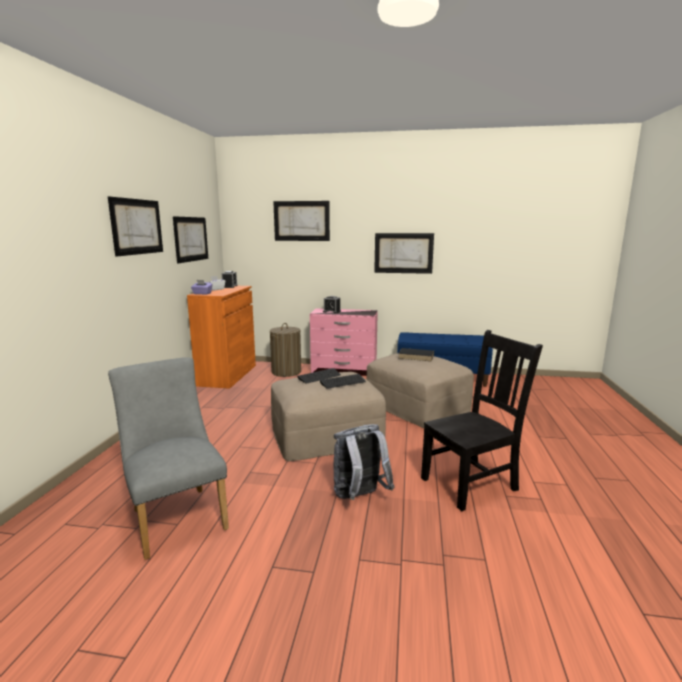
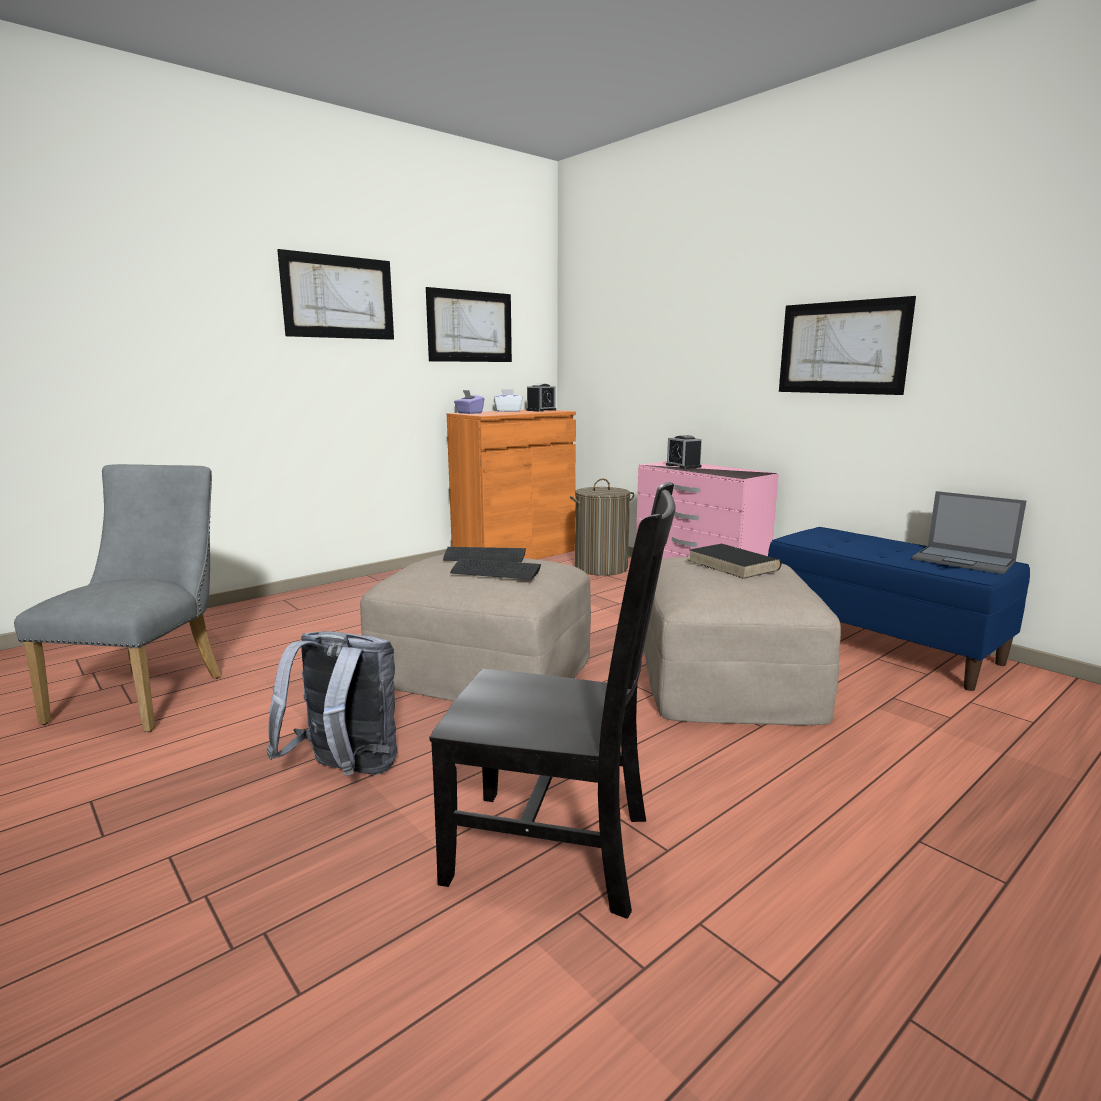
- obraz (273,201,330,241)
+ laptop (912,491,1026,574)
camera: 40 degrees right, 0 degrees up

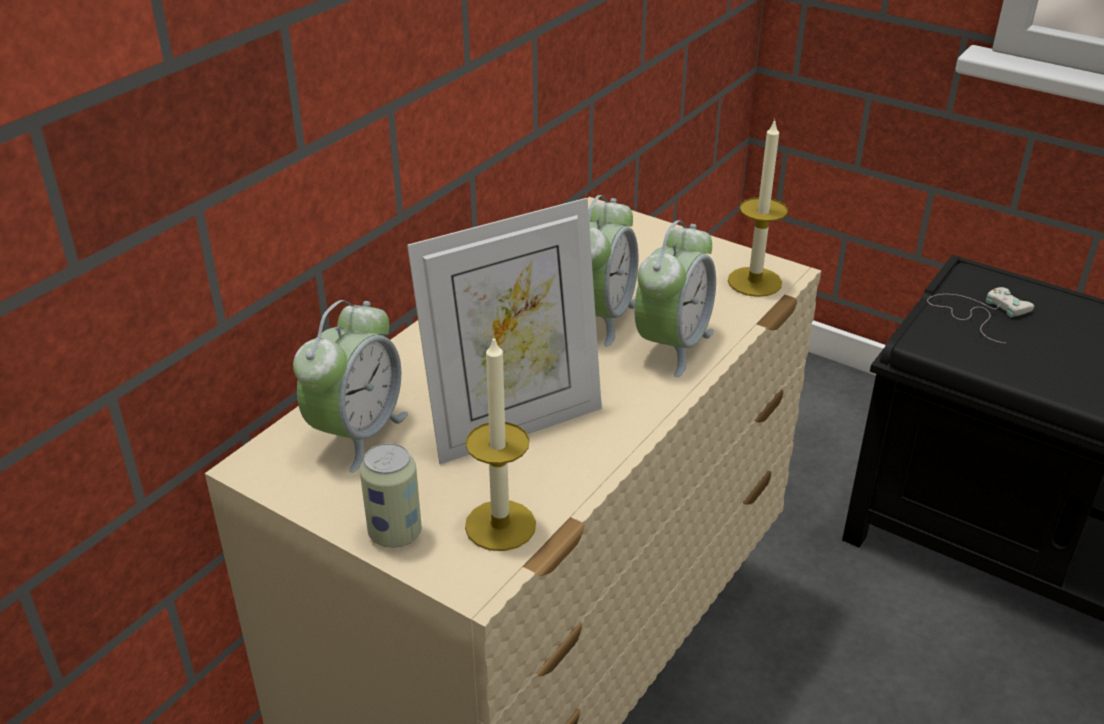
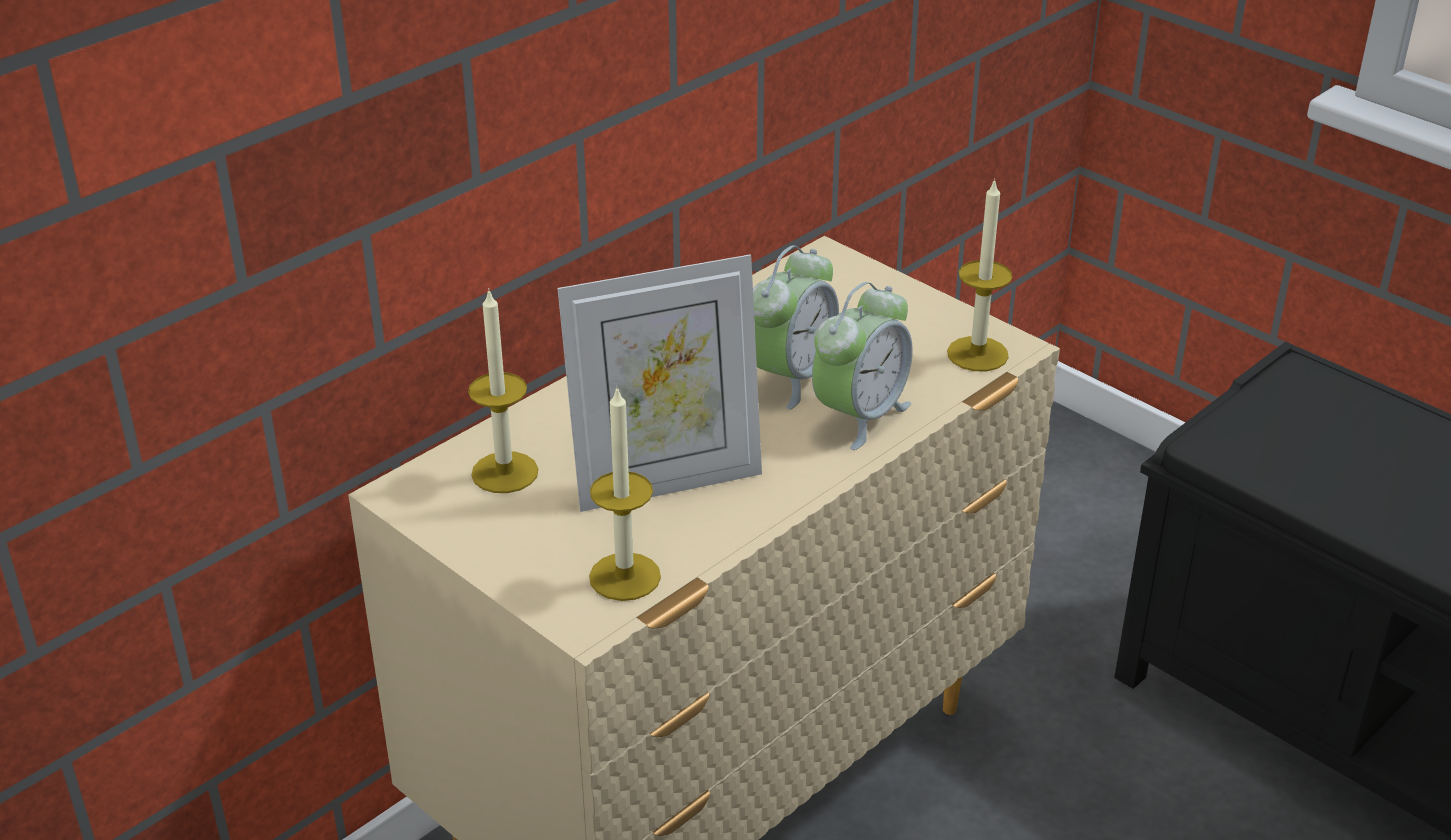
- pad do gier (biały) (927,287,1034,343)
~ budzik (293,300,408,473) to świeca (468,288,538,493)
- puszka (360,443,422,548)
camera: 10 degrees right, 0 degrees up

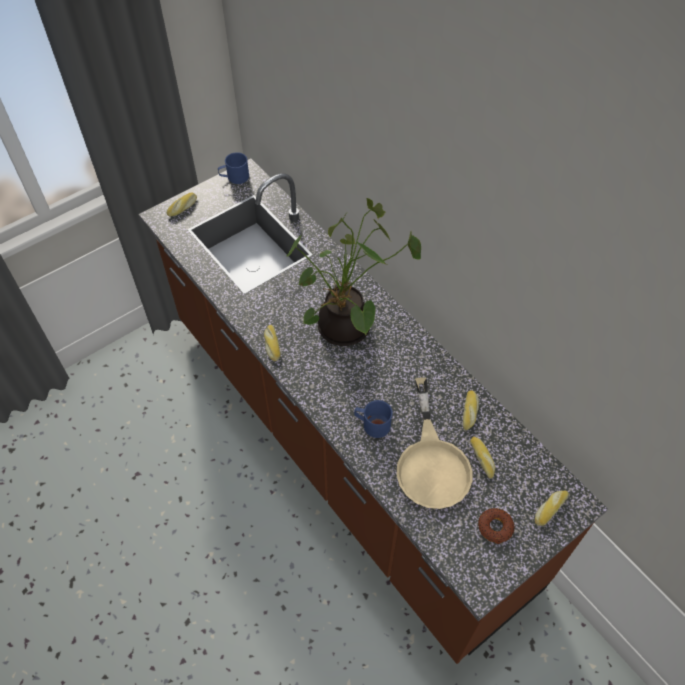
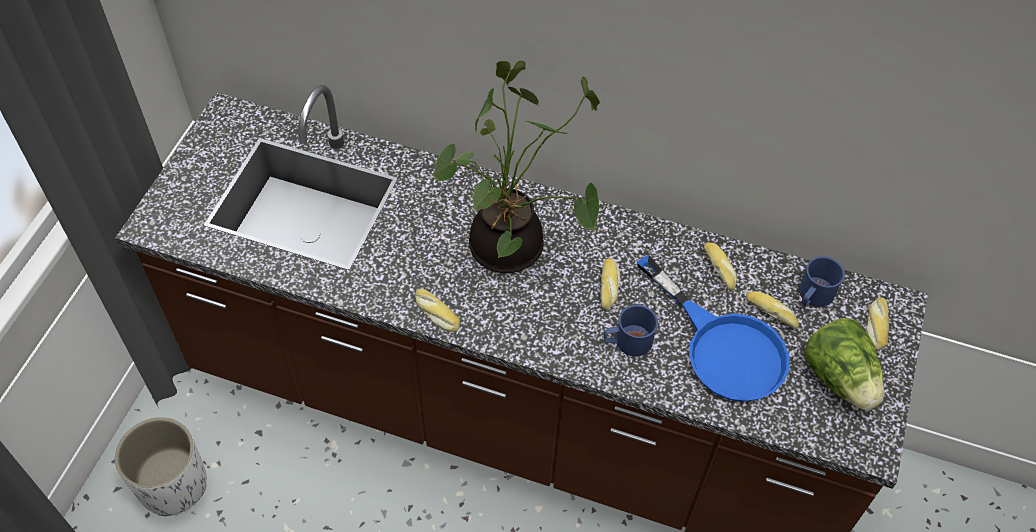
~ kubek (niebieski) (218,152,249,184) to (799,256,845,307)
~ chleb (167,192,197,216) to (601,258,621,310)
~ patelnia (beżowy) (396,378,472,509) to patelnia (niebieski) (637,255,789,402)
~ donut (478,508,515,544) to sałata (805,318,884,410)
+ donica (biały) (115,417,207,516)
camera: 35 degrees left, 0 degrees up

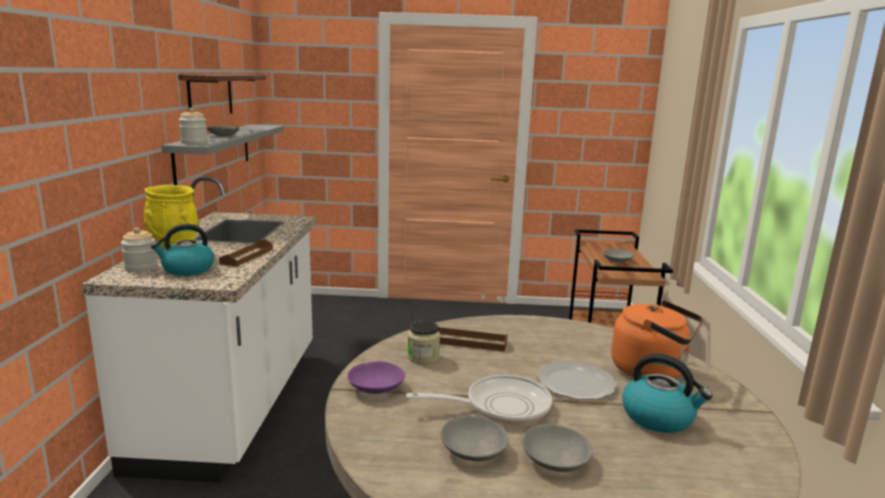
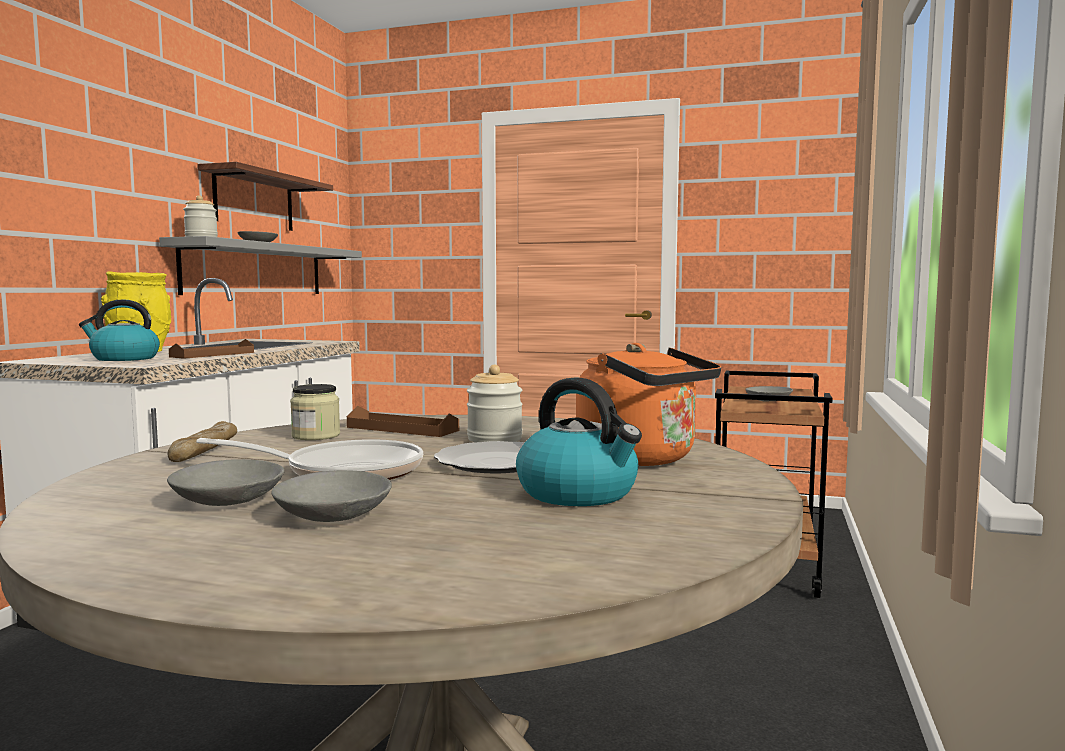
~ słoik (121,228,158,272) to (467,365,522,442)
~ miska (fioletowy) (347,361,405,394) to chleb (167,421,237,462)
camera: 15 degrees right, 10 degrees down

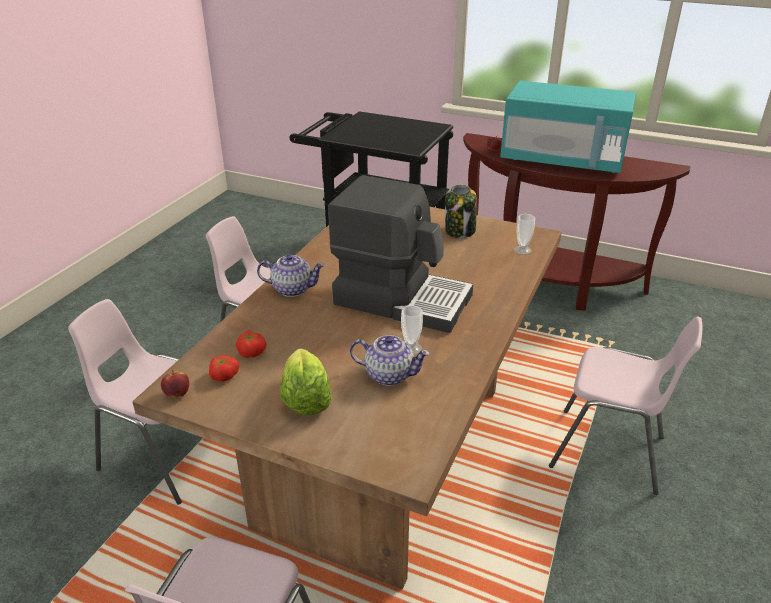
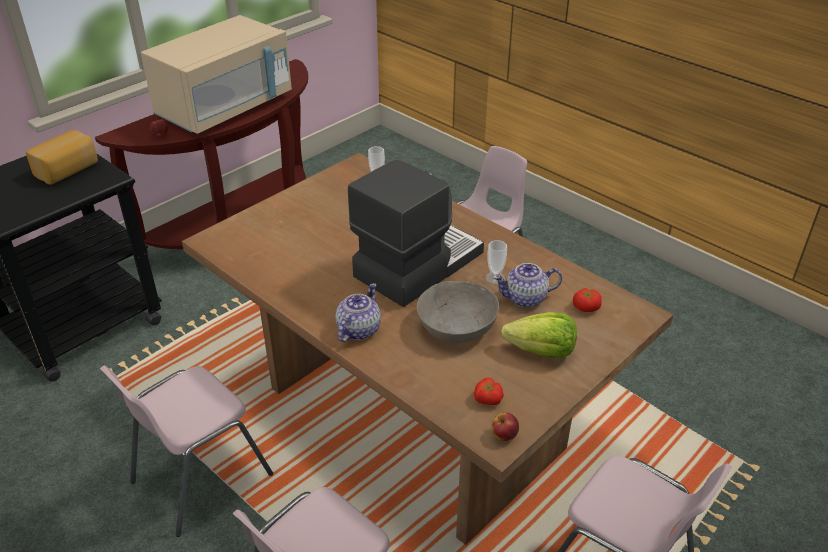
~ mikrofalówka (turkusowy) (500,81,636,173) to mikrofalówka (beżowy) (141,15,292,134)
- słoik (445,185,477,238)
~ pomidor (236,330,266,358) to (573,288,602,312)
~ imbryk (350,335,430,386) = (493,263,562,307) 135 degrees counterclockwise
+ chleb (26,130,98,185)
+ miska (szary) (417,281,499,343)
camera: 70 degrees left, 5 degrees up

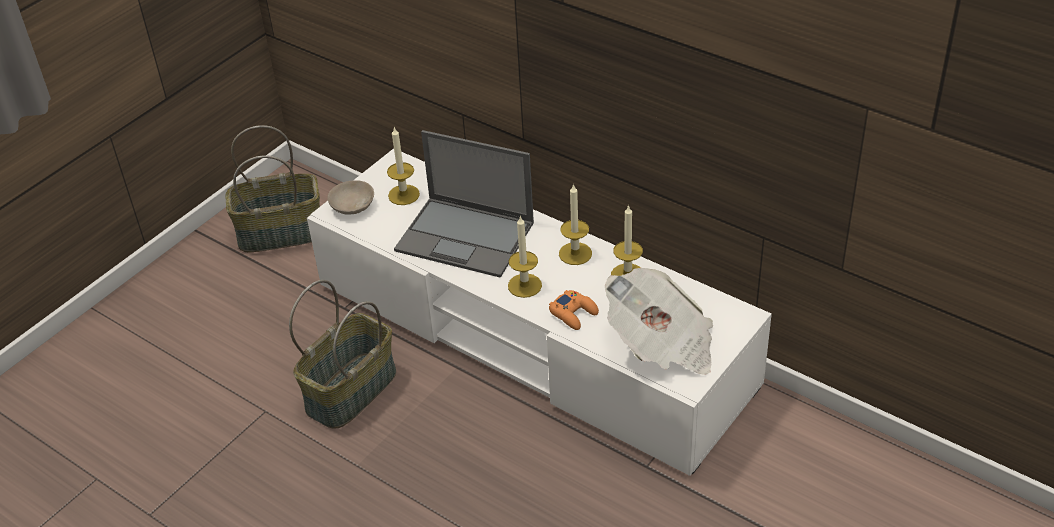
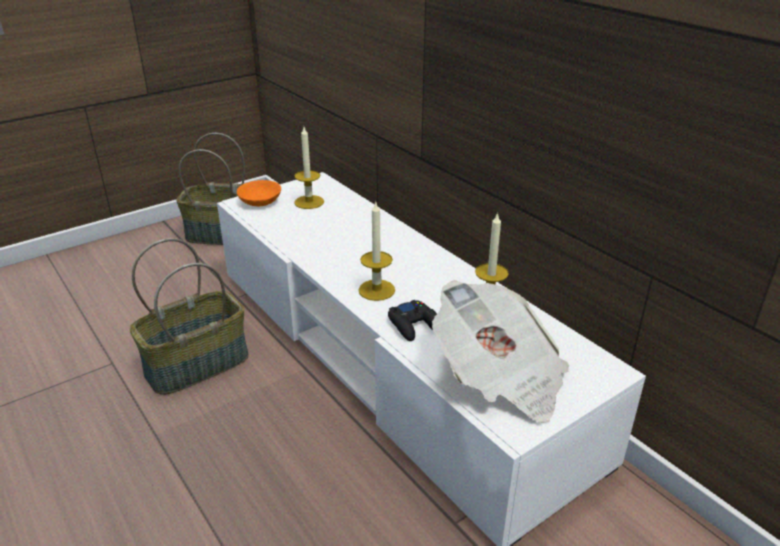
- laptop (394,130,534,278)
~ miska (beżowy) (328,180,374,215) to miska (pomarańczowy) (237,180,281,207)
- świeca (559,183,592,265)
~ pad do gier (pomarańczowy) (549,290,599,330) to pad do gier (czarny) (388,300,437,341)
camera: 15 degrees right, 10 degrees down

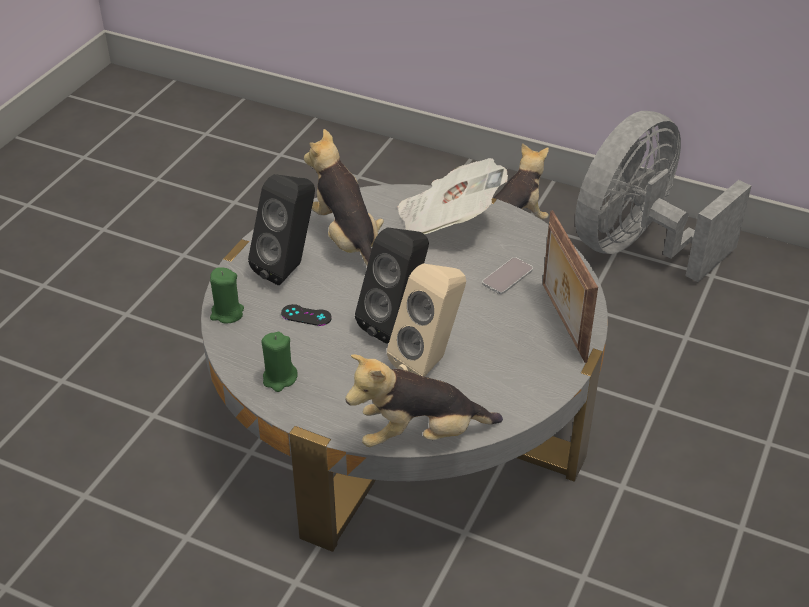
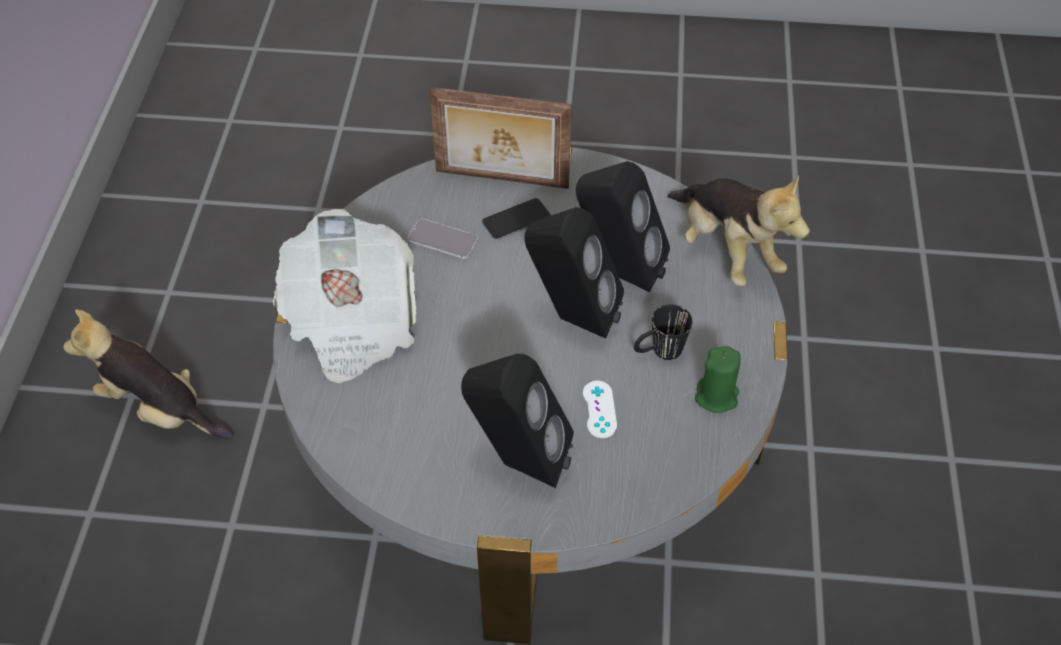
- wentylator (szary) (575,111,751,282)
- pluszak (304,129,384,265)
~ ramka na zdjęcie (543,210,598,363) = (429,87,572,189) 45 degrees clockwise
~ głośnik (beżowy) (387,263,466,377) to głośnik (czarny) (576,161,670,293)
- świeca (zielony) (210,267,244,323)
~ pad do gier (czarny) (281,304,332,326) to pad do gier (biały) (583,381,617,438)
+ telefon (482,198,551,240)
+ kubek (czarny) (634,304,692,360)
camera: 110 degrees left, 10 degrees up

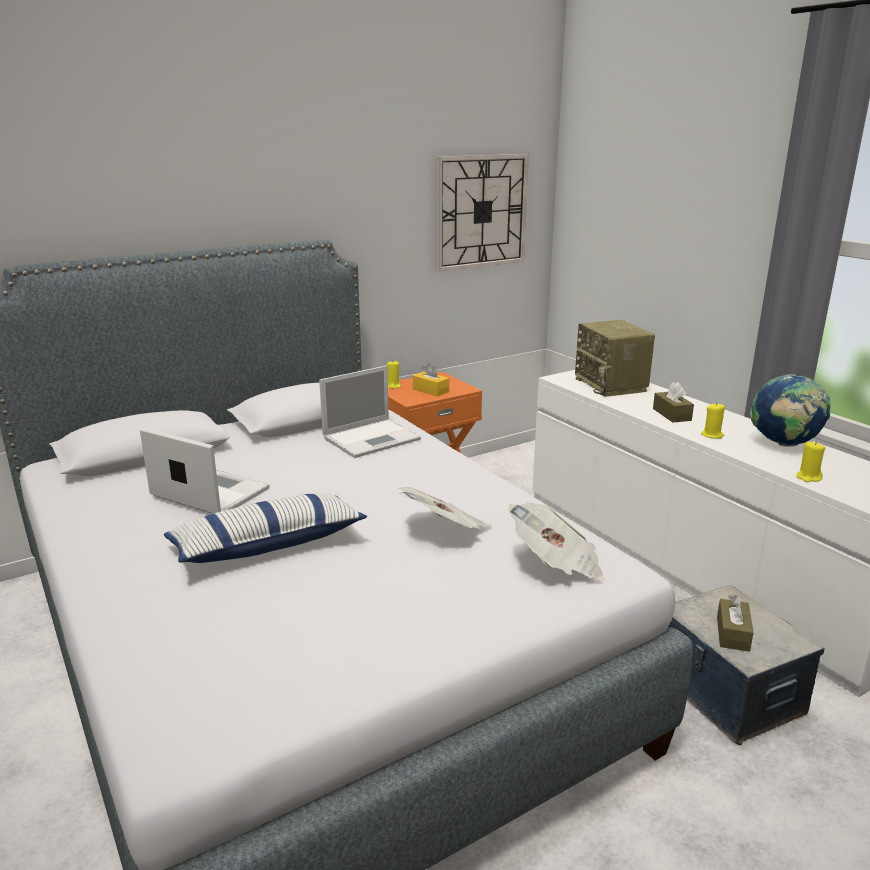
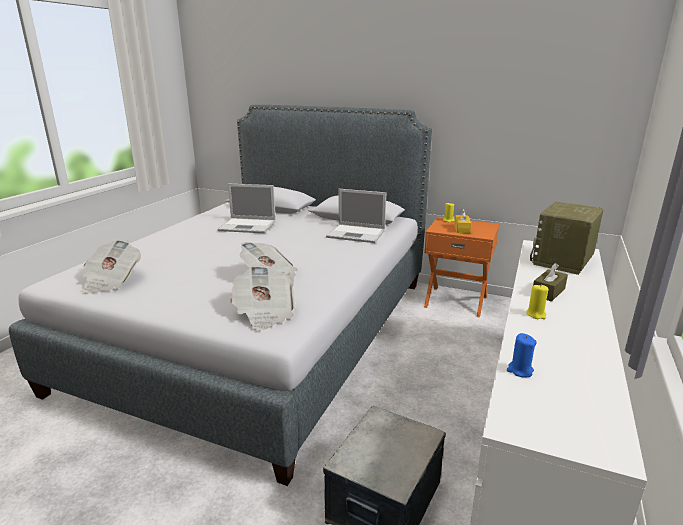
- zegar ścienny (437,154,529,271)
- globus (750,374,830,447)
~ laptop (140,428,269,514) = (218,184,276,233) 105 degrees clockwise
~ świeca (żółty) (797,442,825,482) to świeca (niebieski) (507,333,537,378)
- poduszka (164,493,367,563)
- pudełko chusteczek (brązowy) (717,595,753,652)
+ gazeta (82,240,141,294)
camera: 55 degrees right, 0 degrees up

